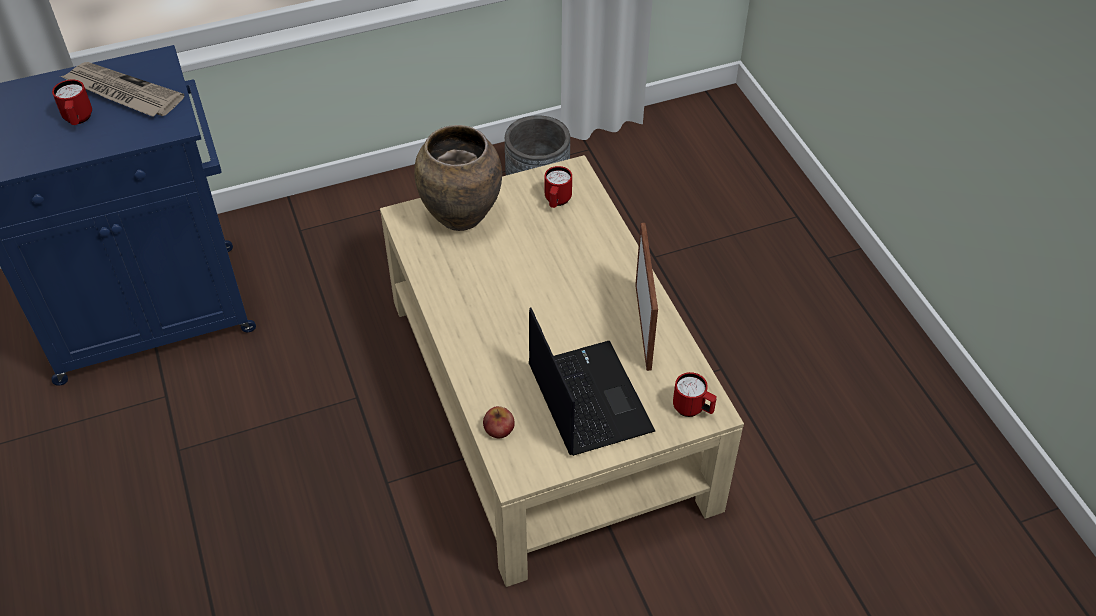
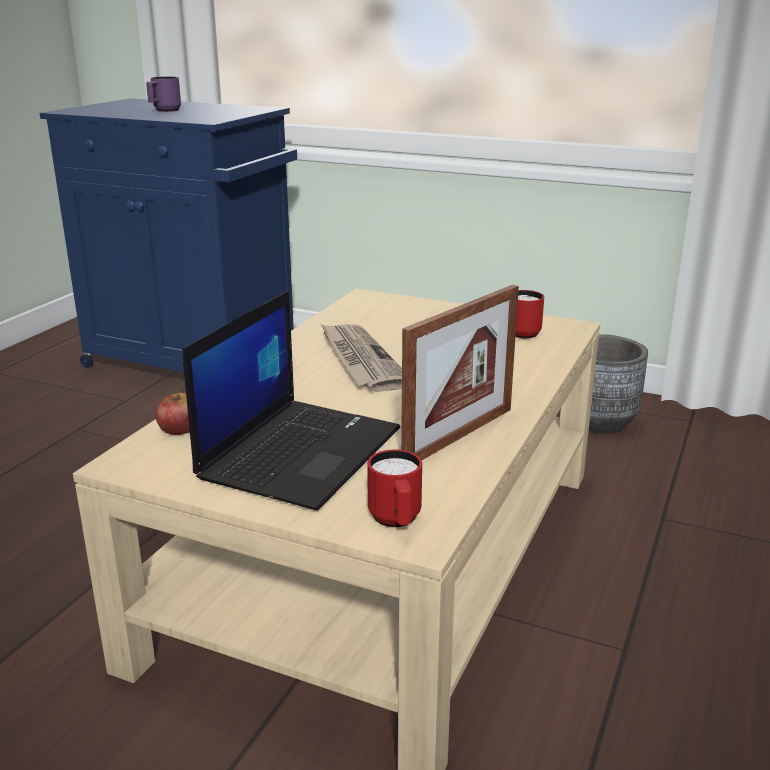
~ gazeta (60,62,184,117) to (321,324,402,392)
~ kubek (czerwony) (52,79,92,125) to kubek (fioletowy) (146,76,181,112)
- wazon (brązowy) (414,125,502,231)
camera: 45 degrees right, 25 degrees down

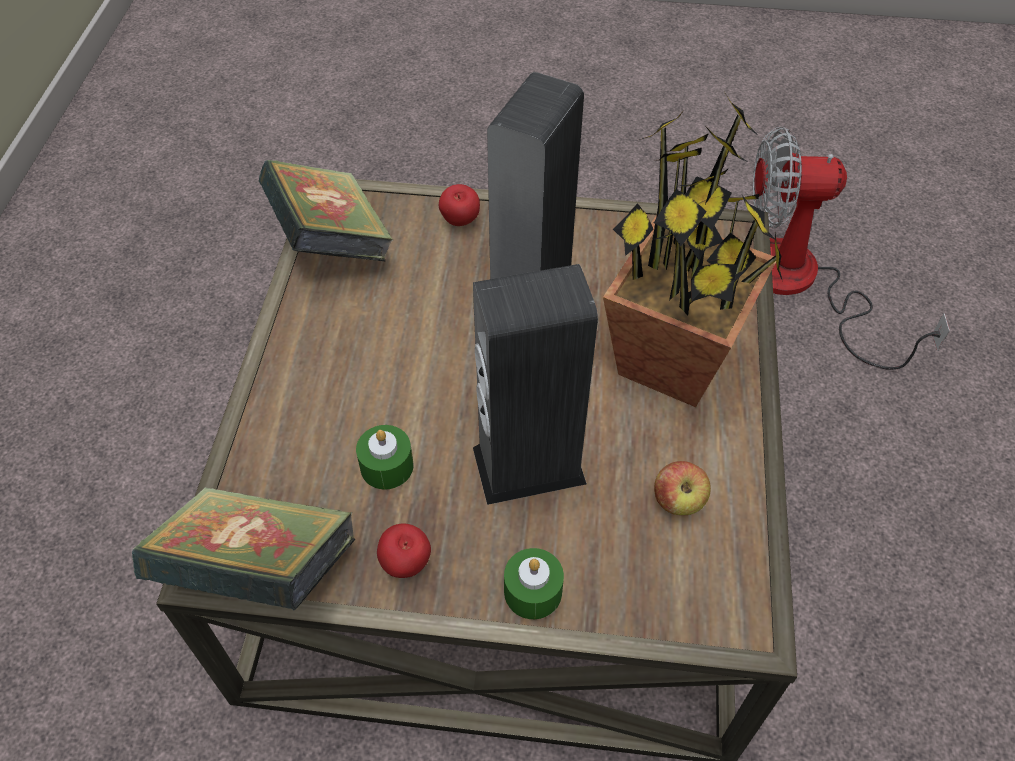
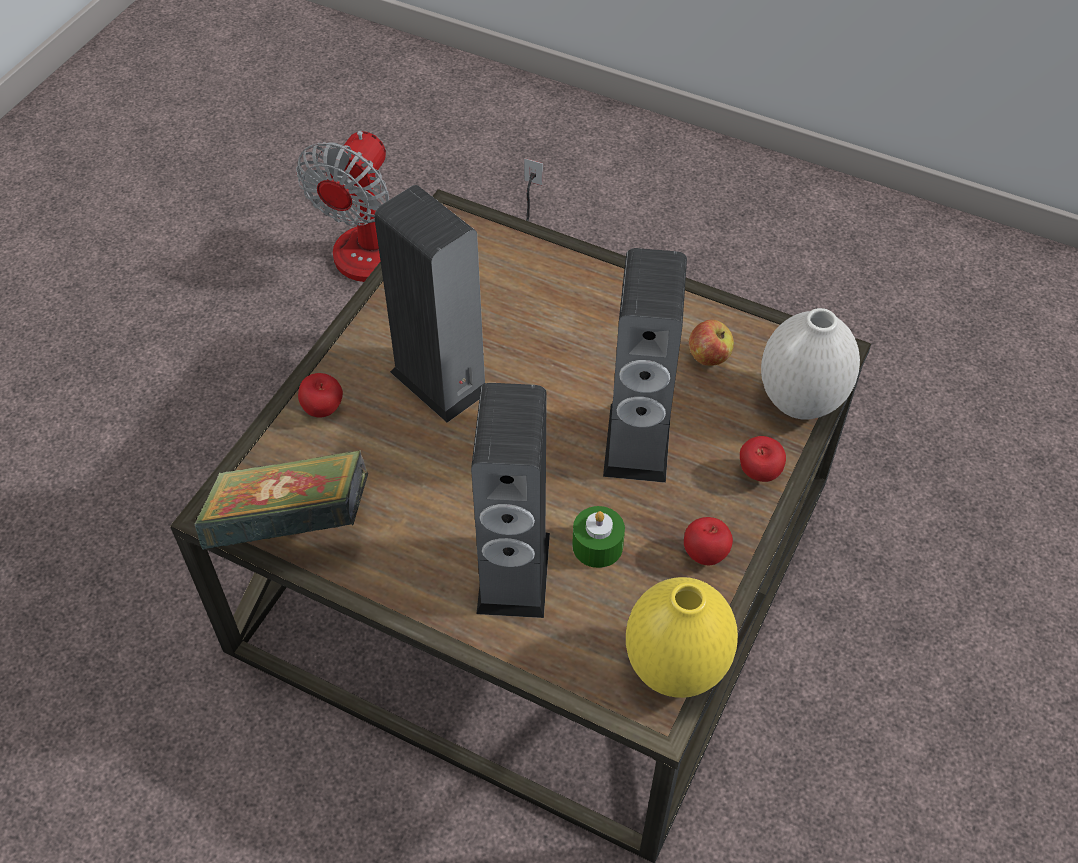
- roślina doniczkowa (603,93,783,407)
~ książka (132,487,356,611) to wazon (żółty) (626,577,738,698)
~ świeca (zielony) (504,548,564,619) to jabłko (740,436,786,482)
+ wazon (biały) (761,308,860,420)
+ głośnik (471,383,550,618)
camera: 70 degrees left, 0 degrees up

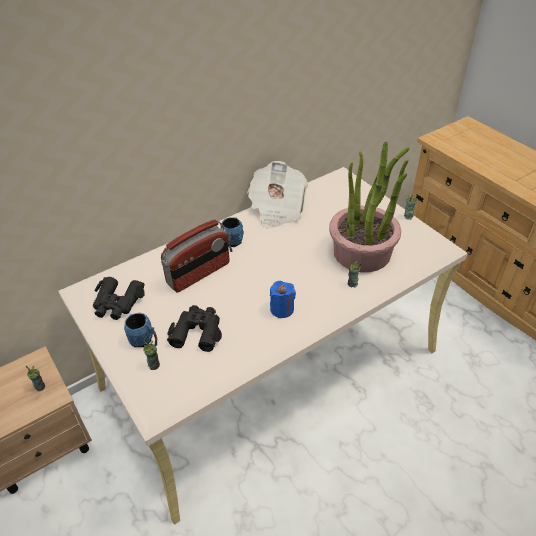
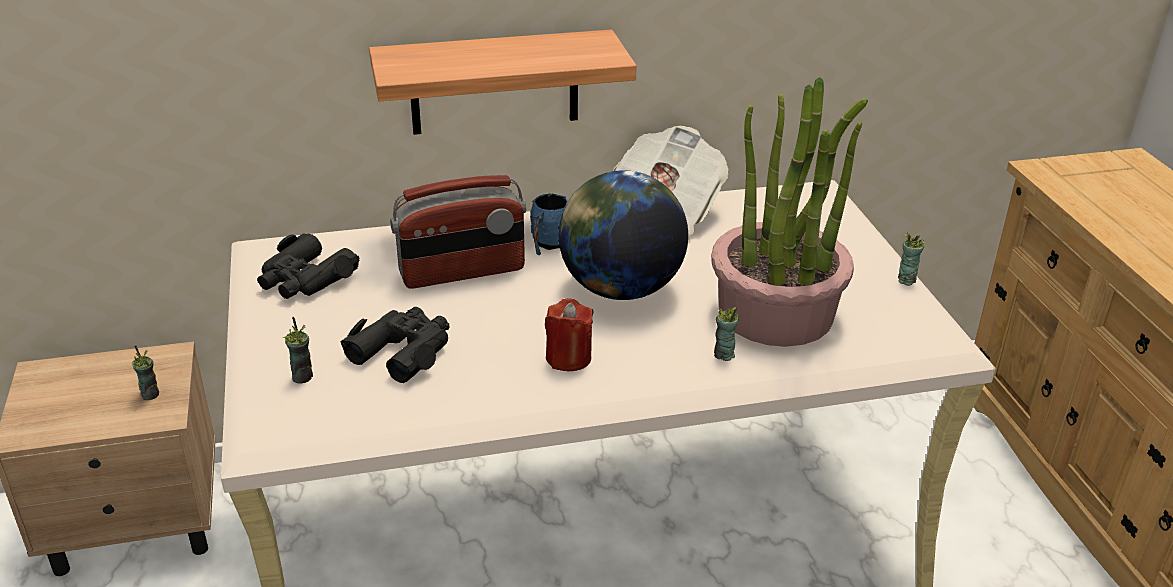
~ świeca (niebieski) (270,281,296,318) to świeca (czerwony) (545,298,594,371)
- kubek (niebieski) (124,313,157,347)
+ półka (369,29,637,135)
+ globus (558,170,688,300)
camera: 20 degrees right, 10 degrees down

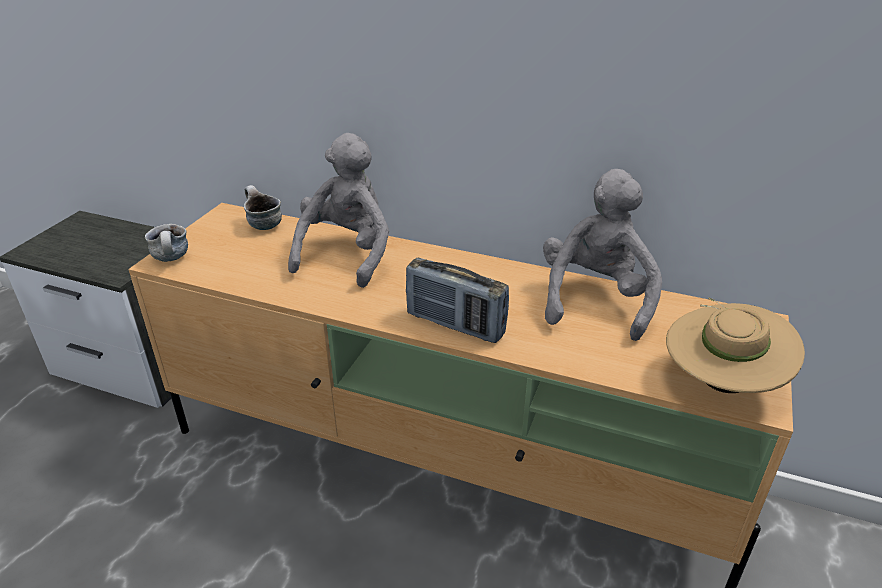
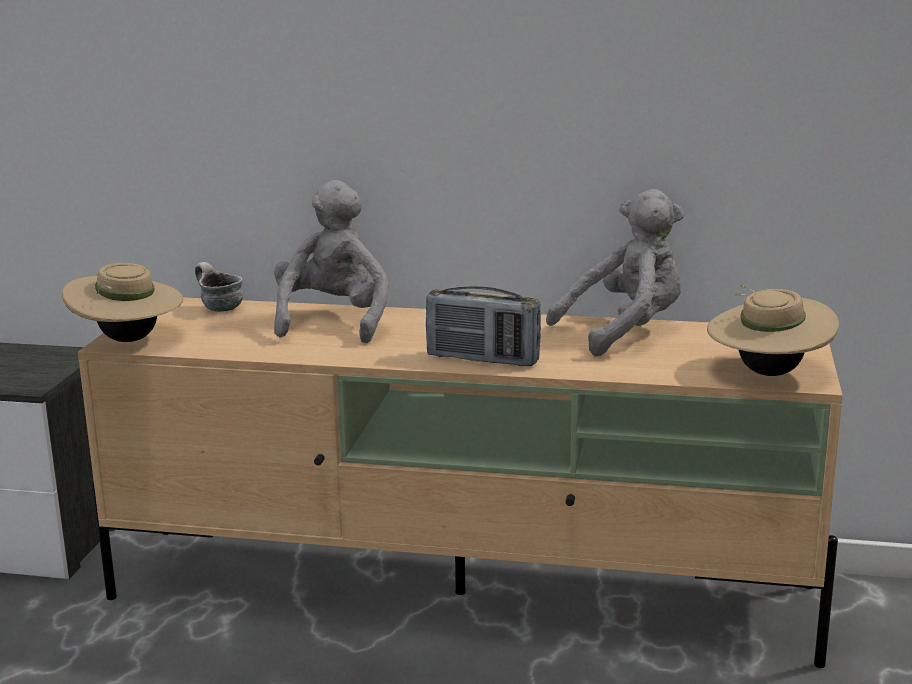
~ pluszak (szary) (543,169,662,341) = (546,189,685,357) 60 degrees clockwise
~ kubek (145,224,188,262) to kapelusz (beżowy) (62,263,183,342)
camera: 10 degrees left, 15 degrees down

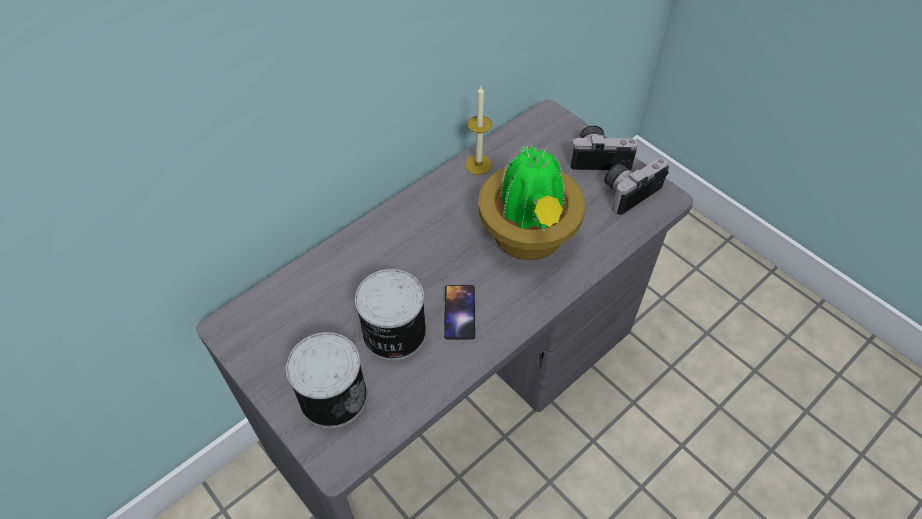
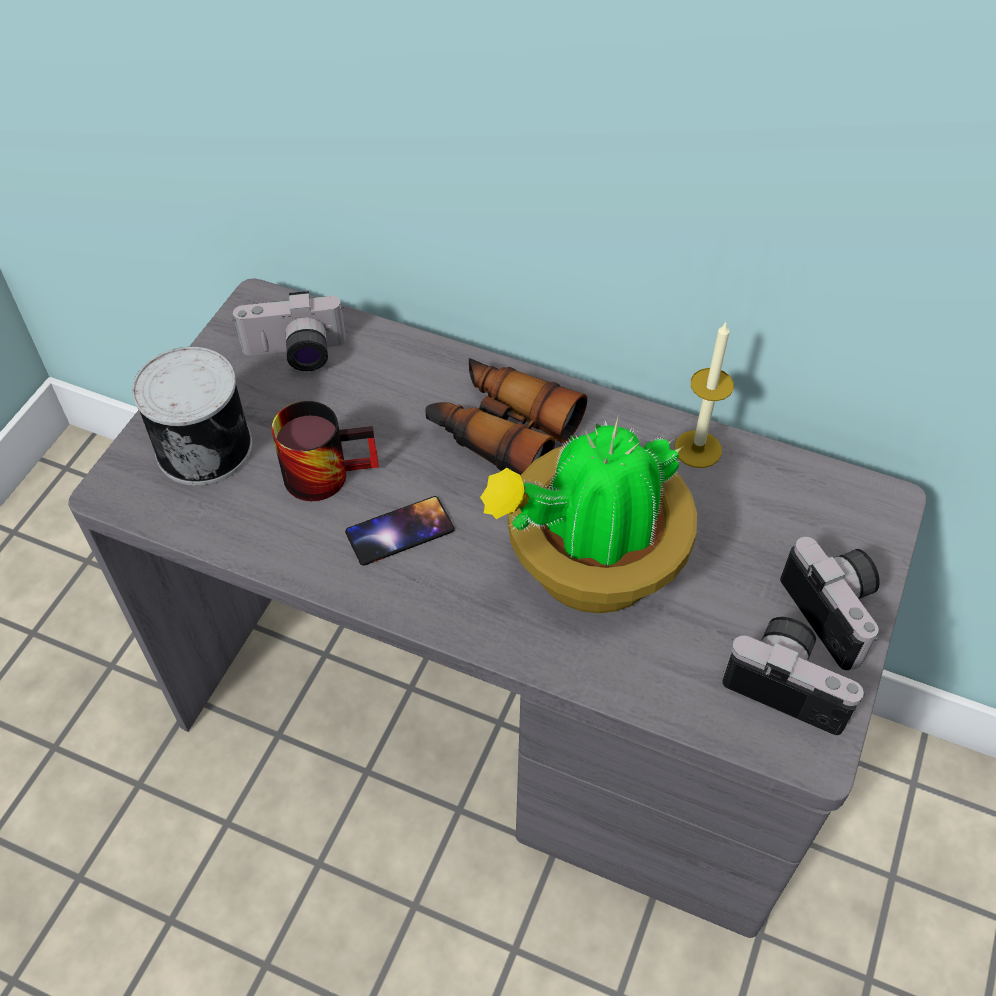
~ puszka (355,269,427,361) to kubek (271,401,379,501)
+ aparat fotograficzny (232,291,346,371)
+ lornetka (425,358,587,475)
camera: 65 degrees right, 0 degrees up

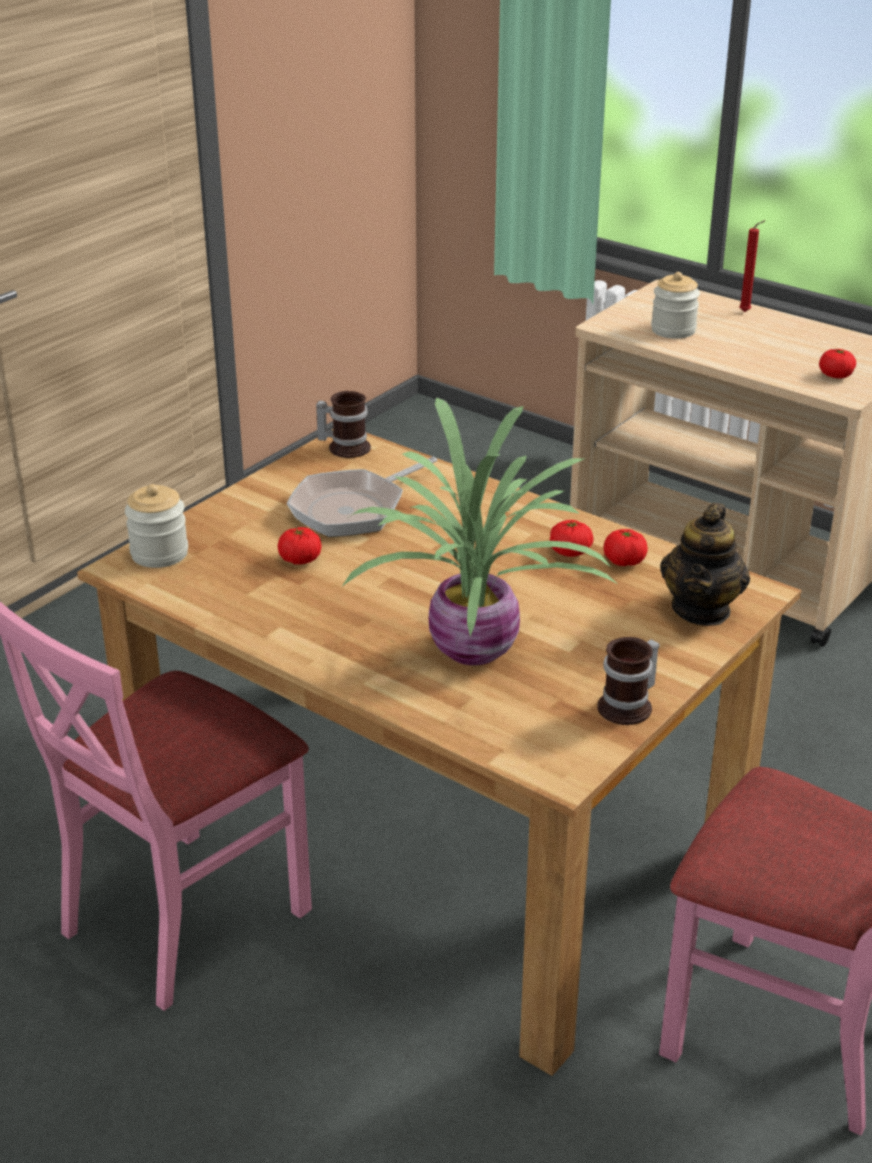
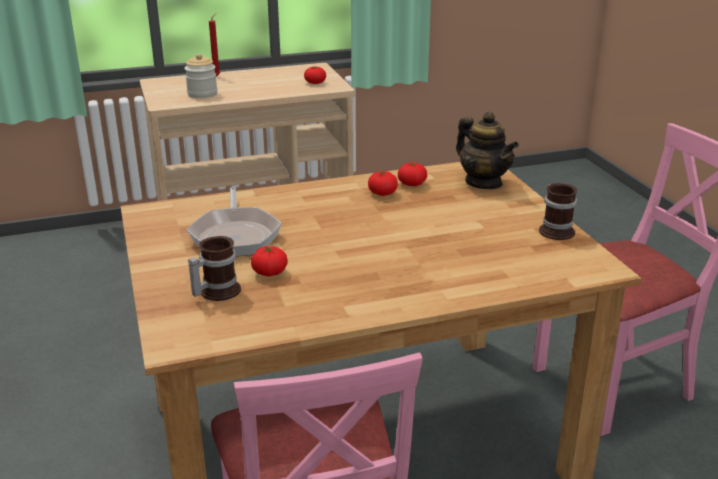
~ kubek (316,391,371,458) to (188,236,241,301)
- roślina doniczkowa (342,397,617,665)
- słoik (125,484,188,568)
camera: 55 degrees left, 5 degrees down

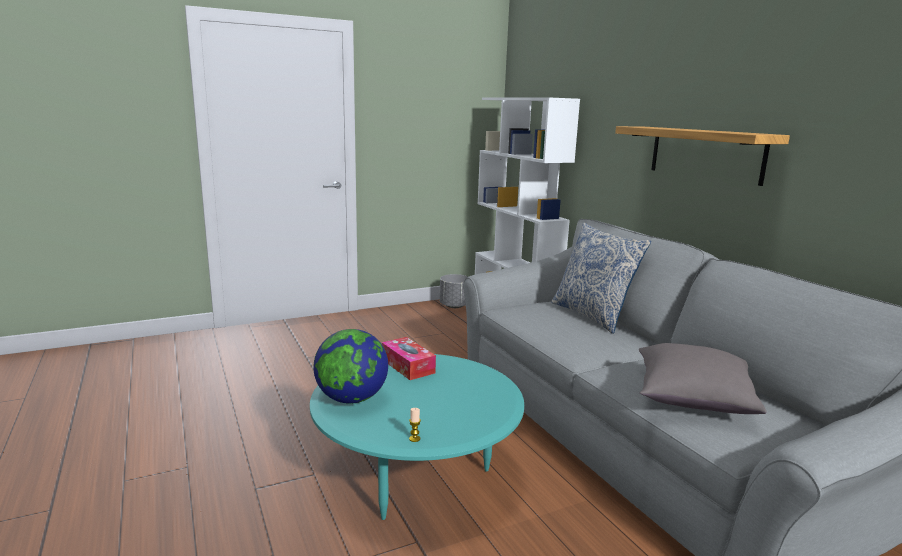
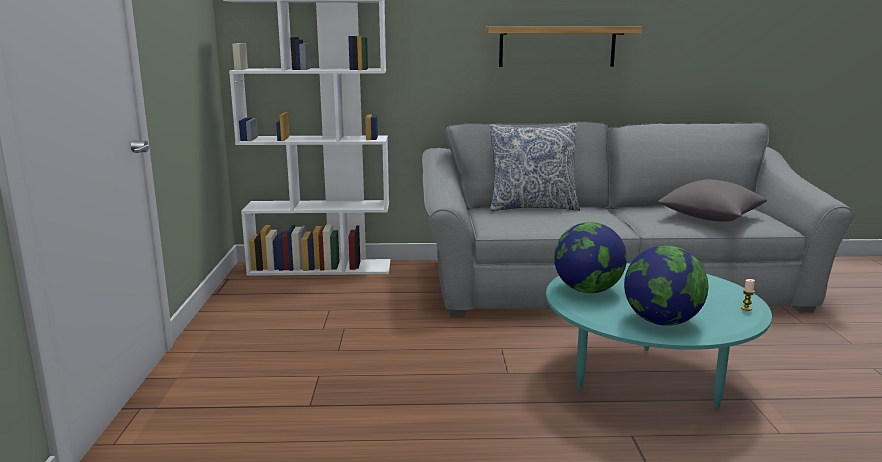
- donica (szary) (440,274,468,308)
~ pudełko chusteczek (382,337,436,380) to globus (554,222,627,293)
camera: 65 degrees left, 0 degrees up

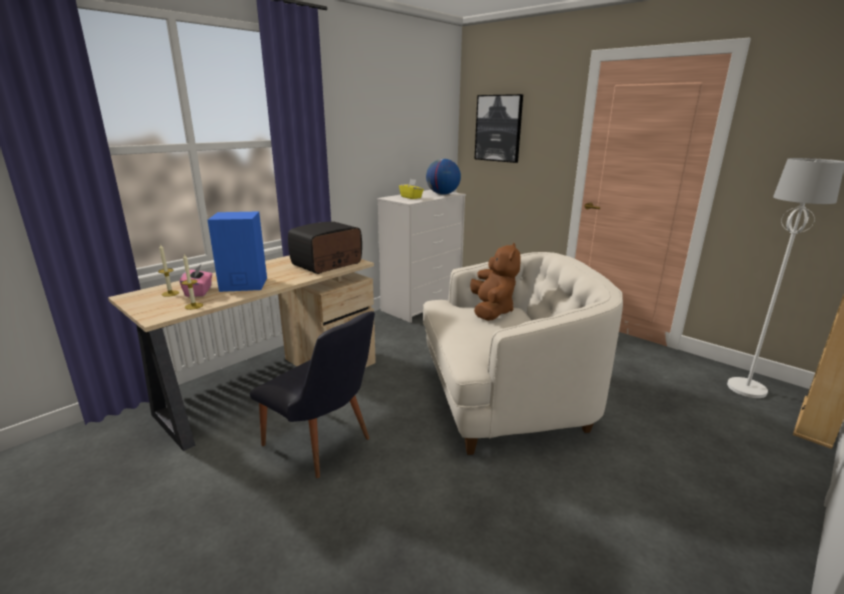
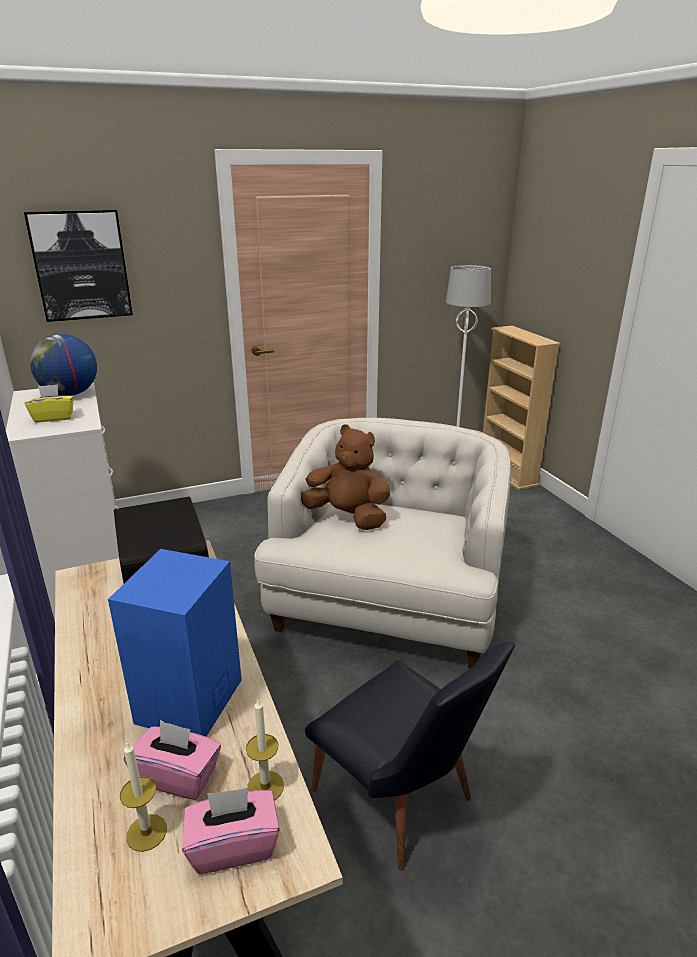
~ krzesło (czarny) (250,311,375,478) = (305,642,515,871) 75 degrees clockwise
+ pudełko chusteczek (różowy) (182,787,280,874)
camera: 65 degrees left, 5 degrees up

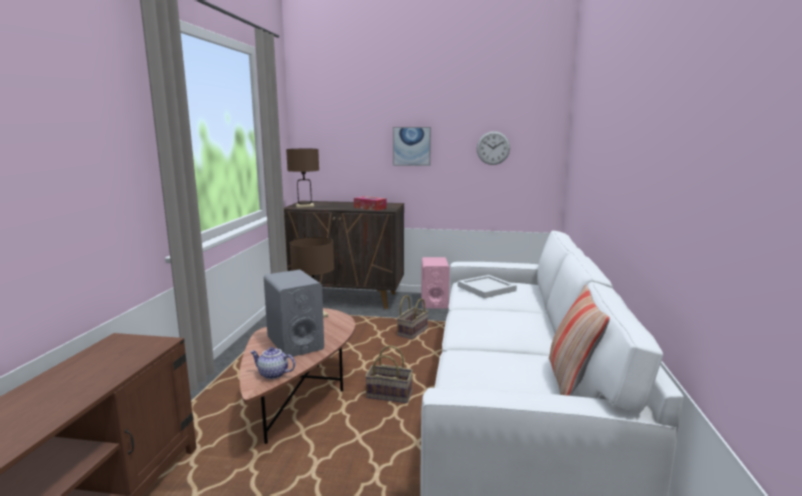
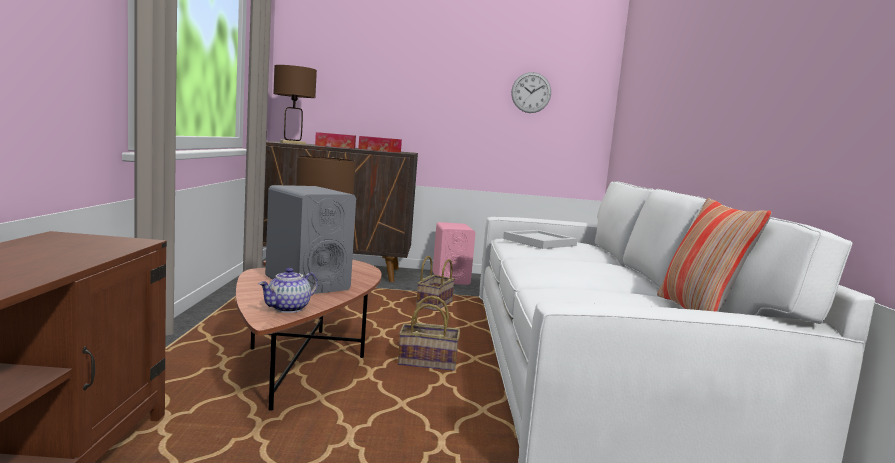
- obraz (393,127,431,166)
~ imbryk (250,347,295,379) = (259,268,318,313) 60 degrees counterclockwise
+ pudełko chusteczek (315,132,356,149)
camera: 10 degrees left, 5 degrees down

